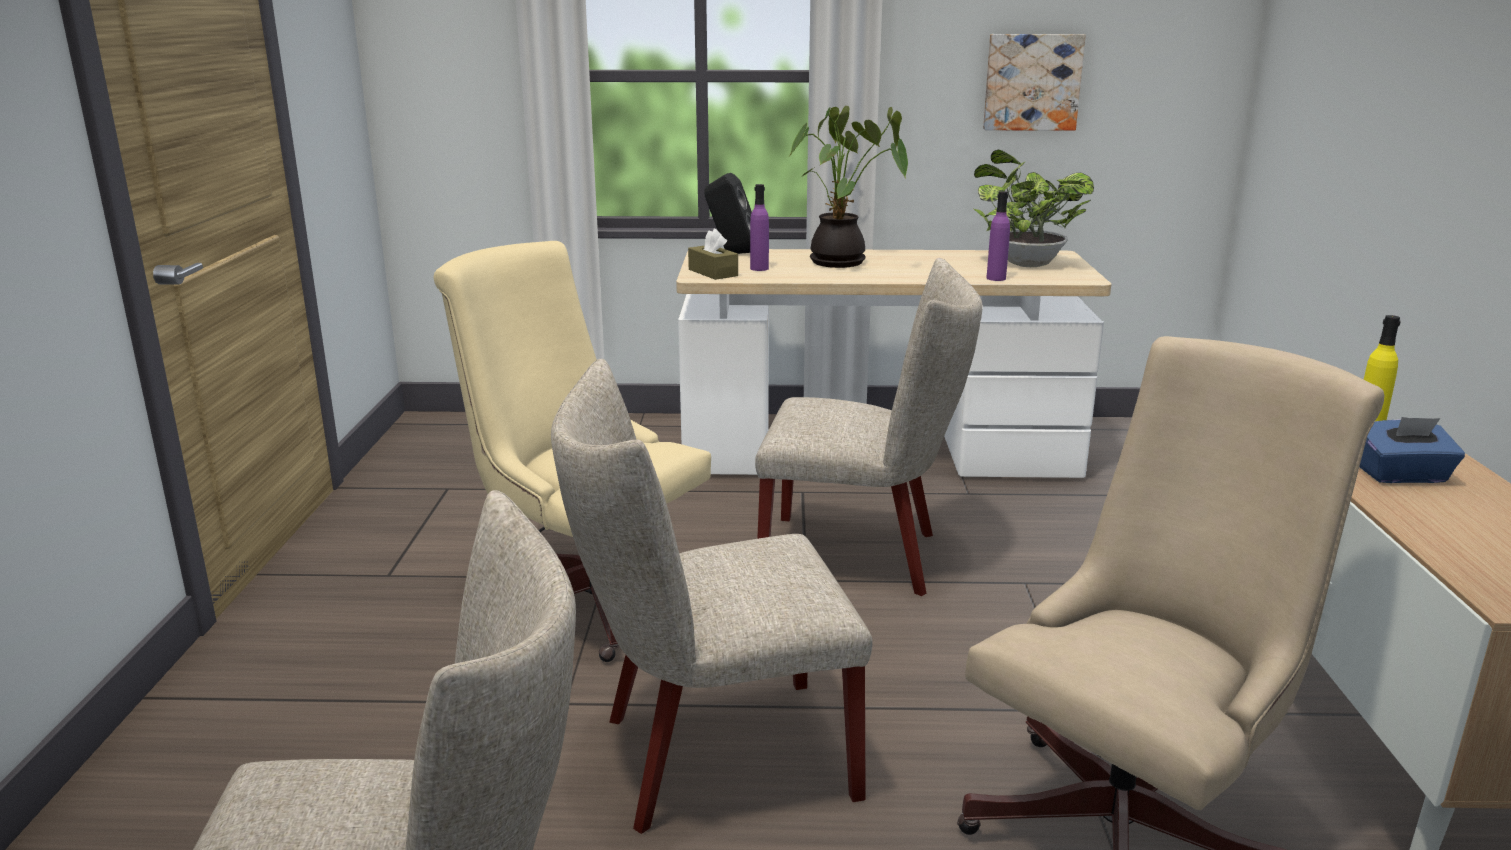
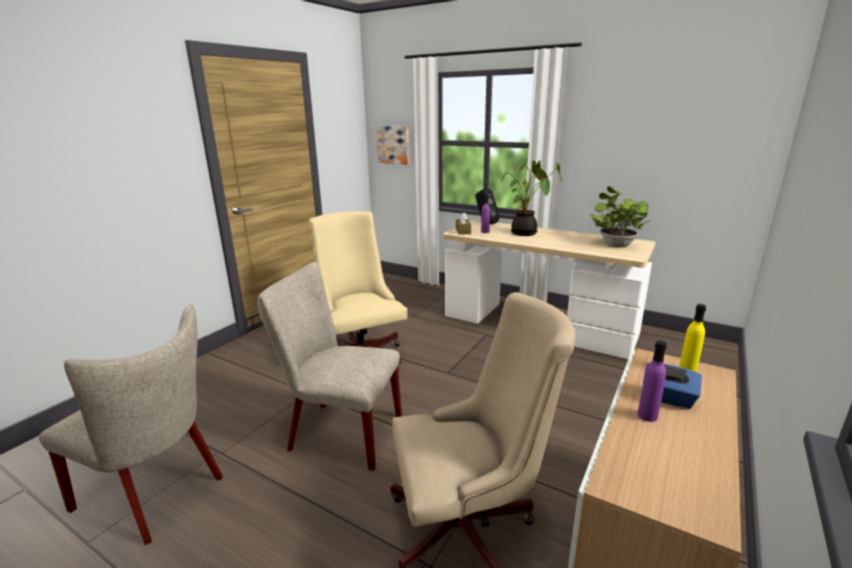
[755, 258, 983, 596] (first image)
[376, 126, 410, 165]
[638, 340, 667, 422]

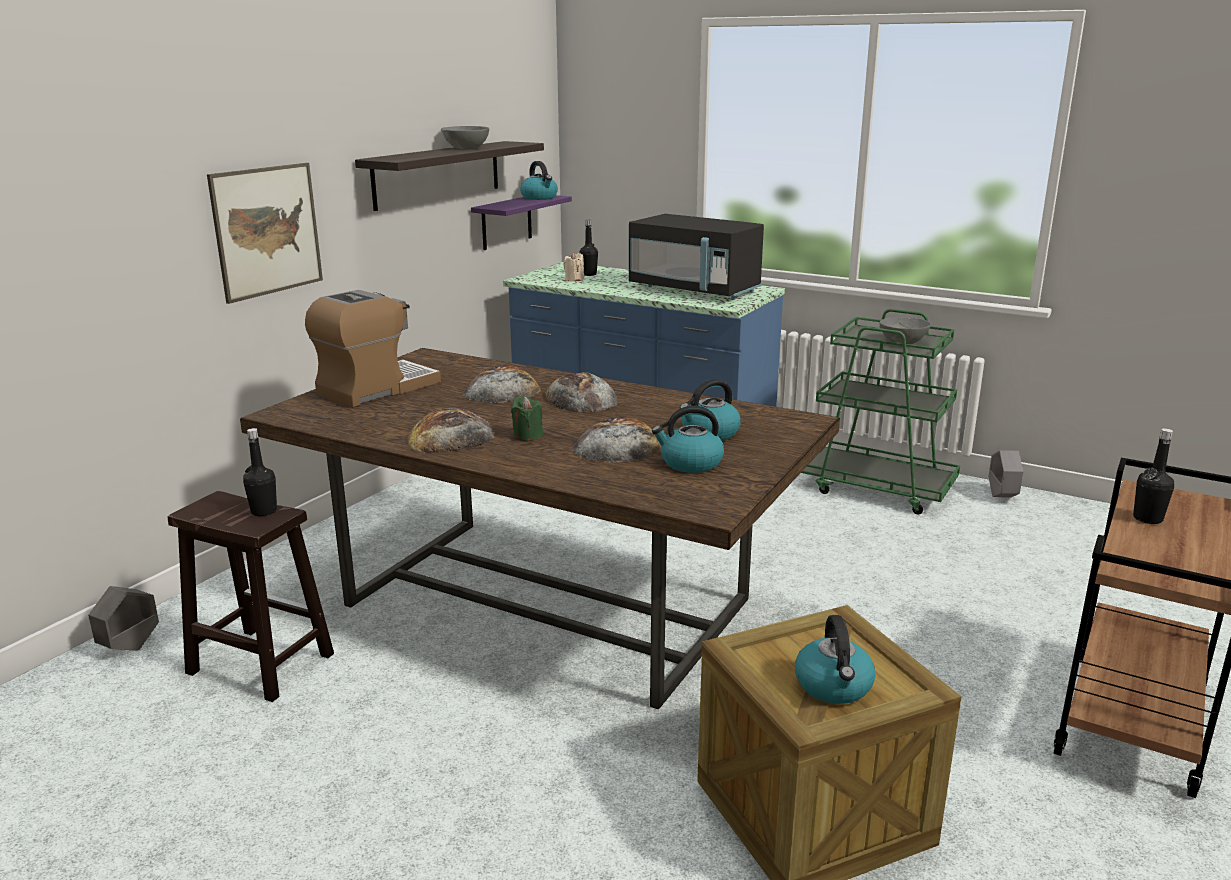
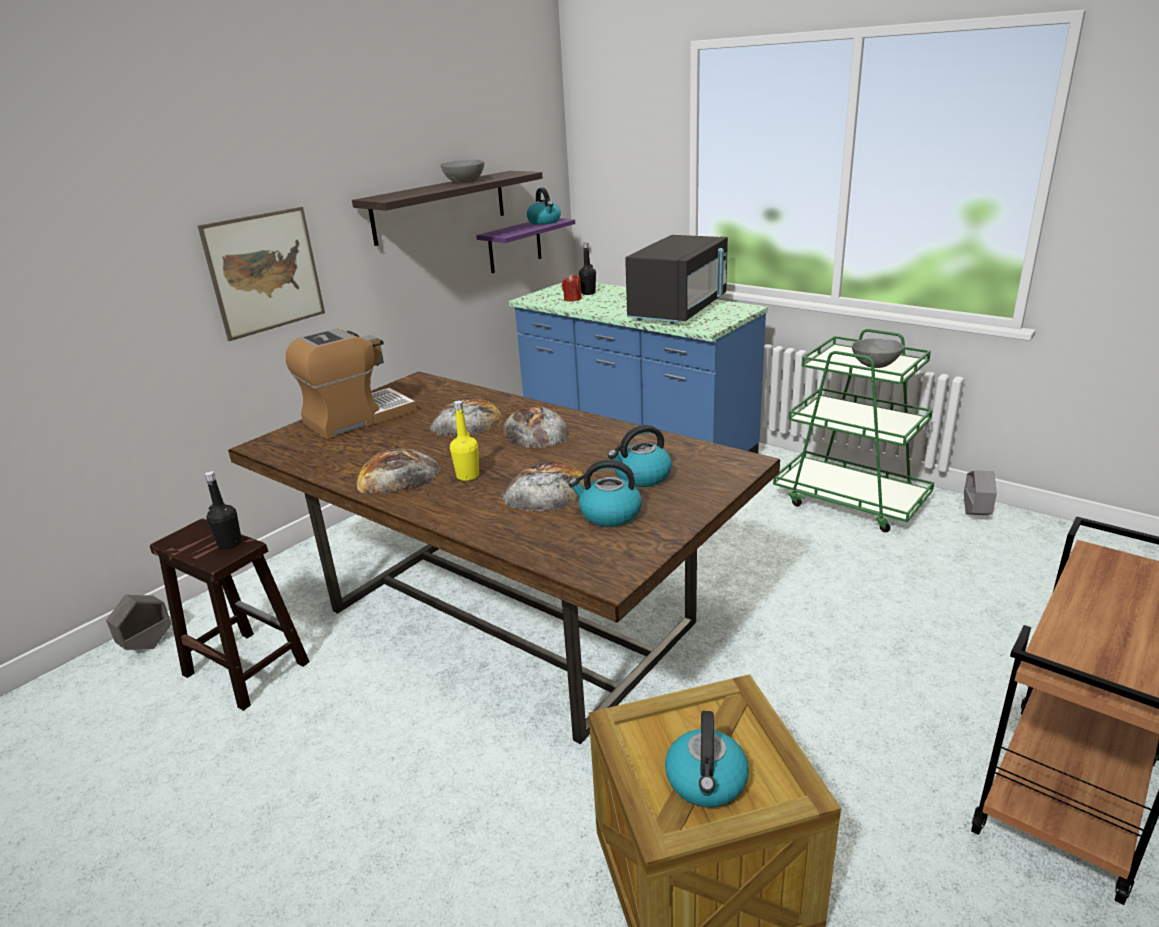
[1133, 428, 1174, 524] (first image)
[450, 401, 479, 481]
[562, 274, 582, 302]
[625, 235, 728, 324]

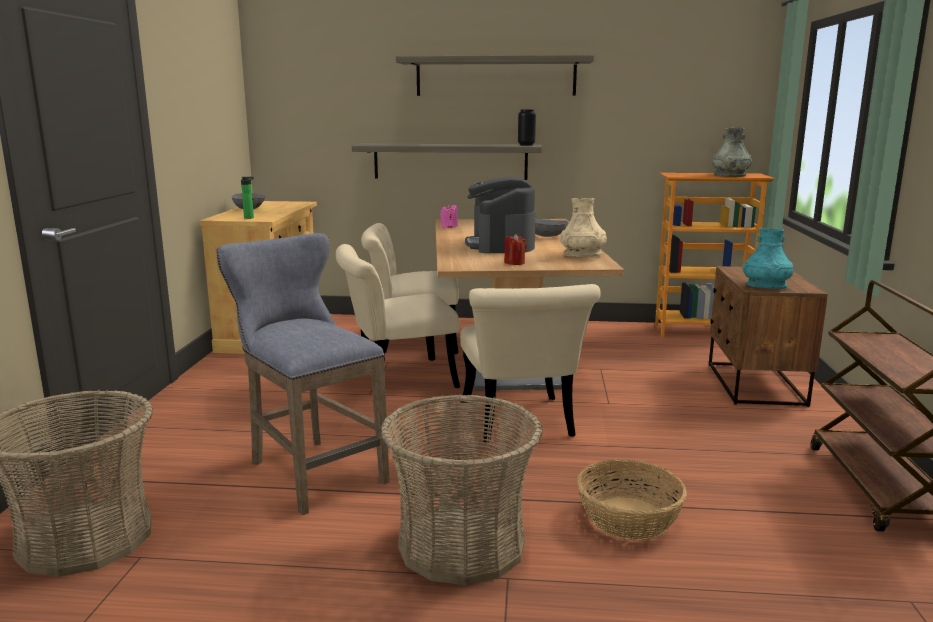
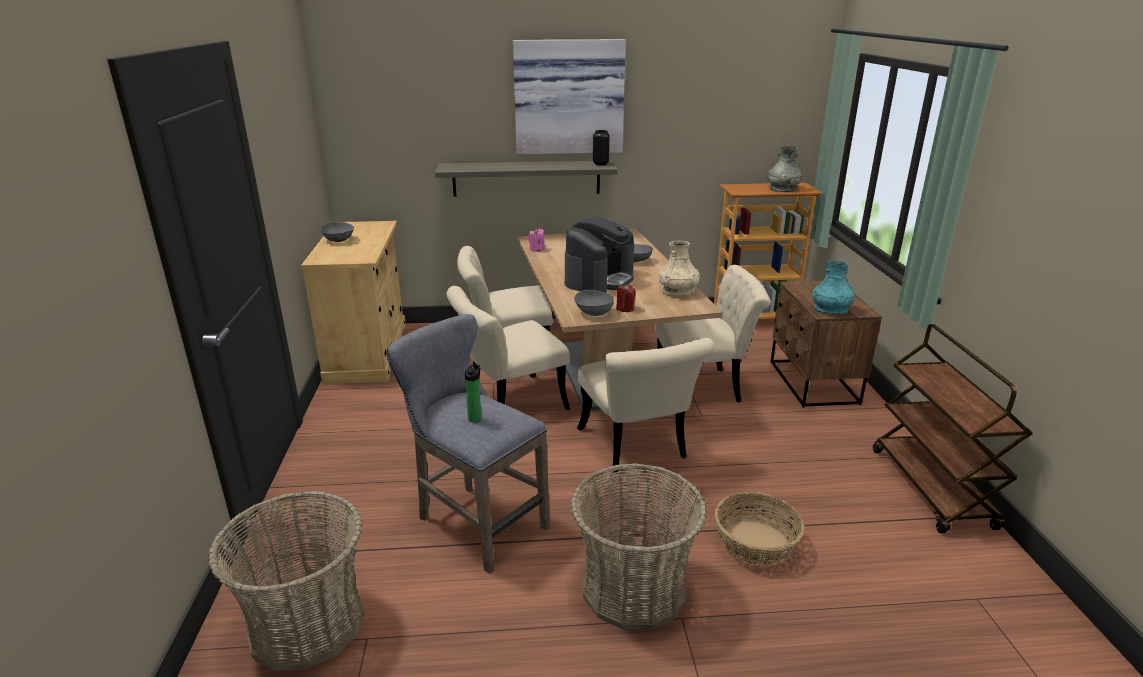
[574, 290, 614, 316]
[655, 265, 771, 402]
[465, 364, 481, 422]
[513, 39, 626, 154]
[565, 217, 634, 292]

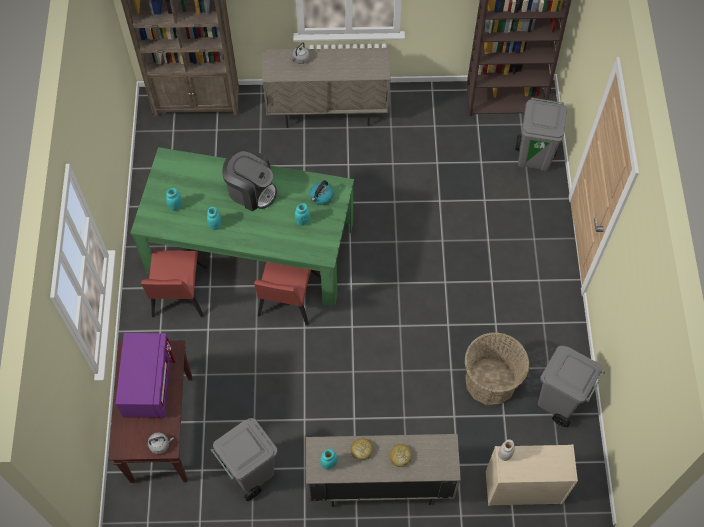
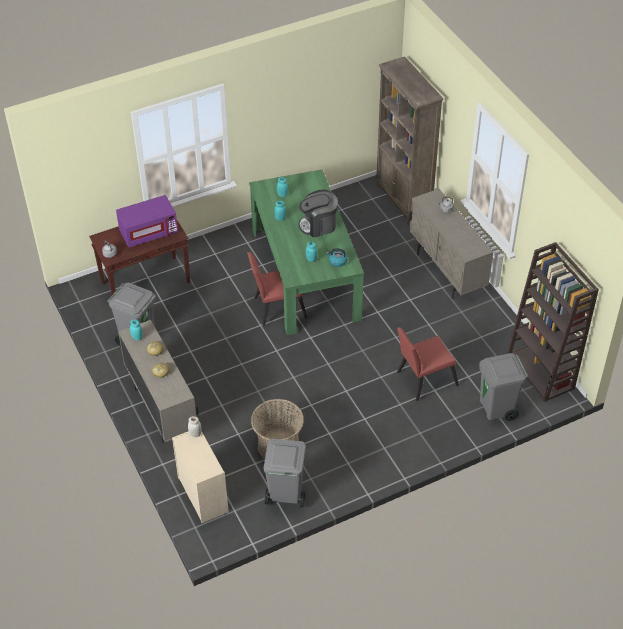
[397, 327, 459, 401]
[299, 190, 338, 237]

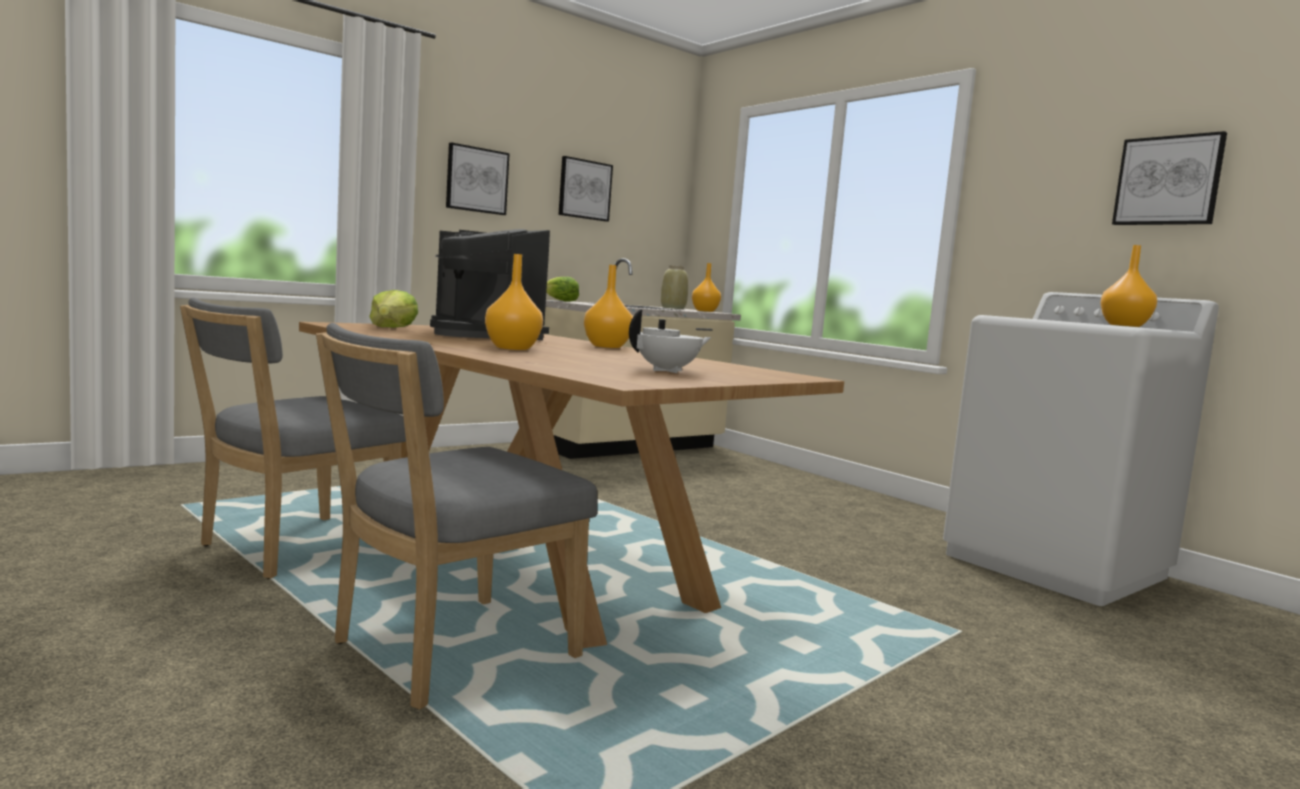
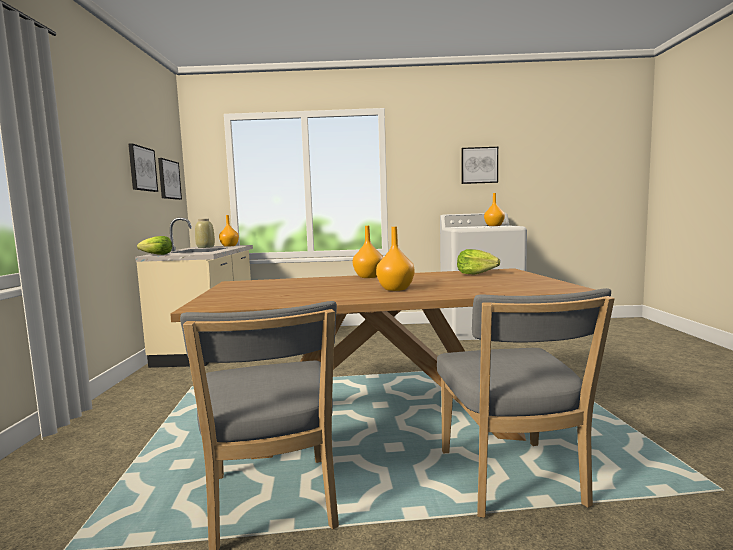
[430, 229, 550, 340] (first image)
[629, 309, 712, 373] (first image)
[457, 249, 500, 275]
[158, 158, 182, 200]

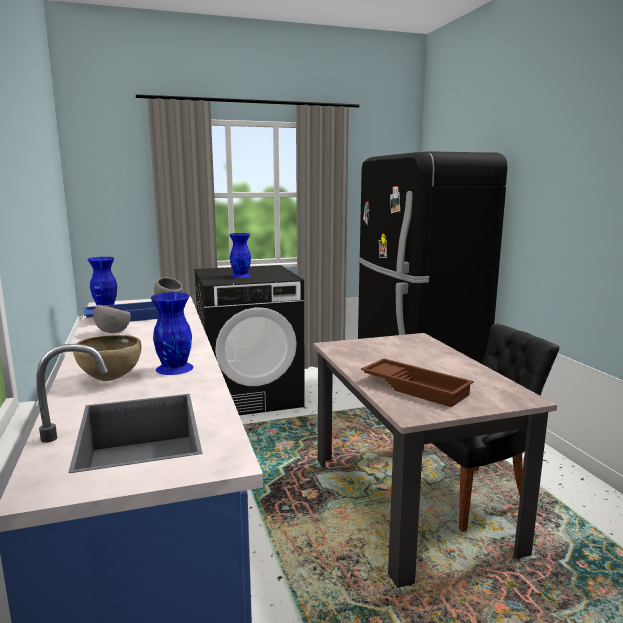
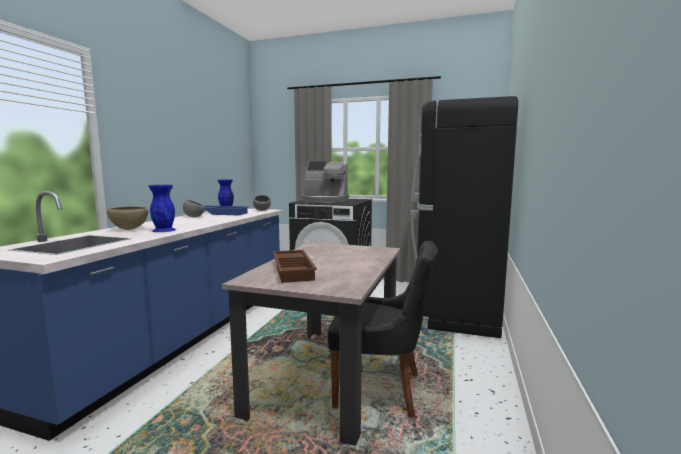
[302, 161, 349, 203]

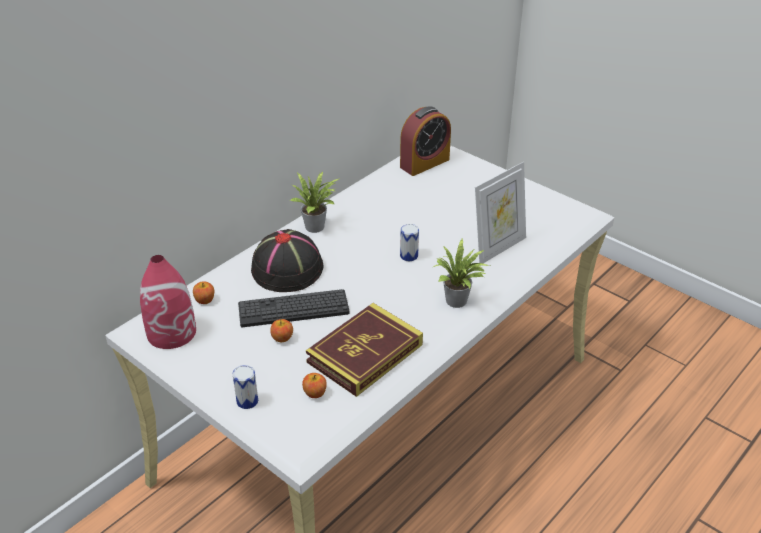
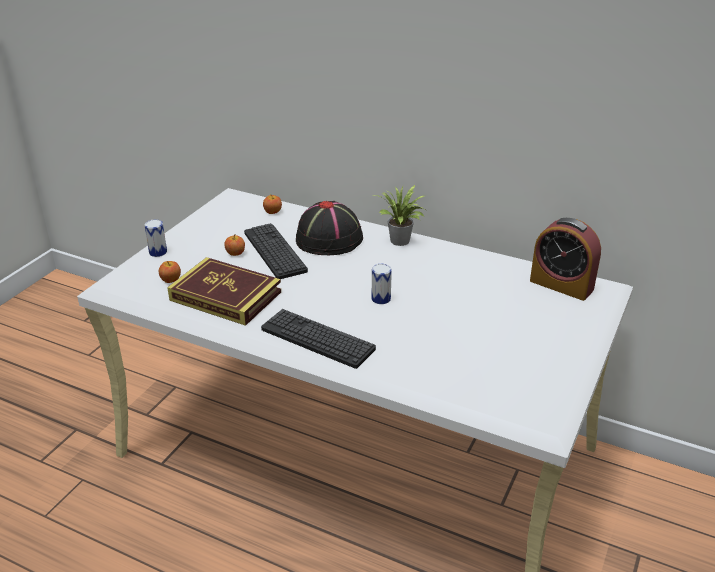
[140, 255, 196, 349] (first image)
[475, 162, 526, 263] (first image)
[261, 309, 376, 369]

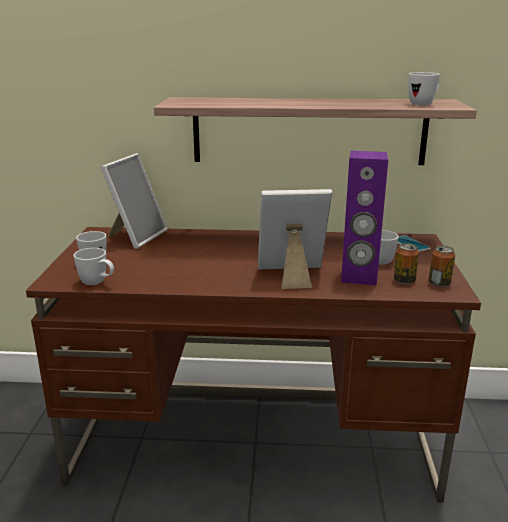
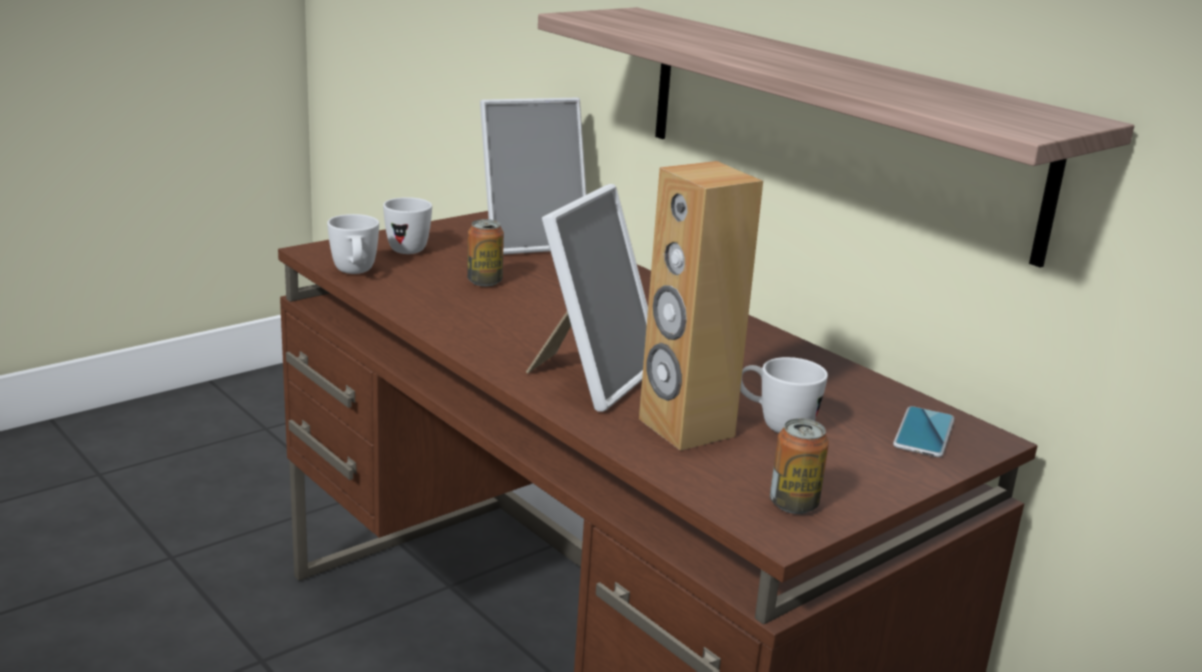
[408, 72, 440, 105] (first image)
[467, 219, 504, 286]
[639, 161, 763, 451]
[526, 184, 648, 412]

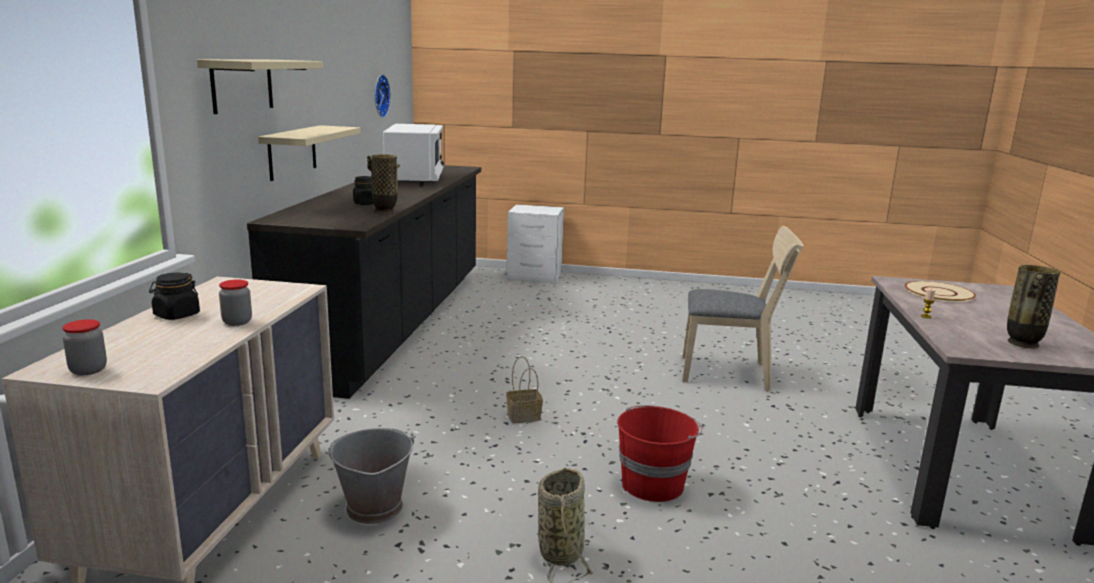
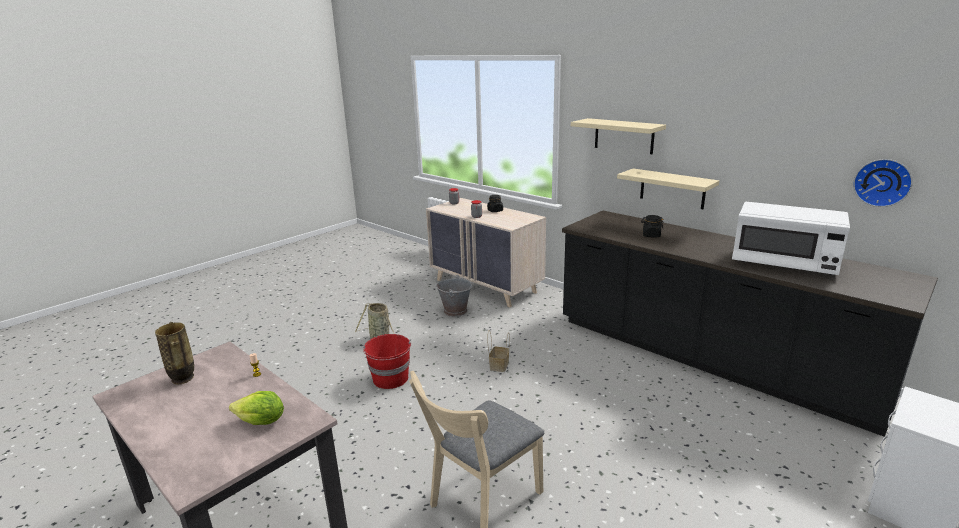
[367, 154, 400, 213] (first image)
[229, 391, 284, 425]

